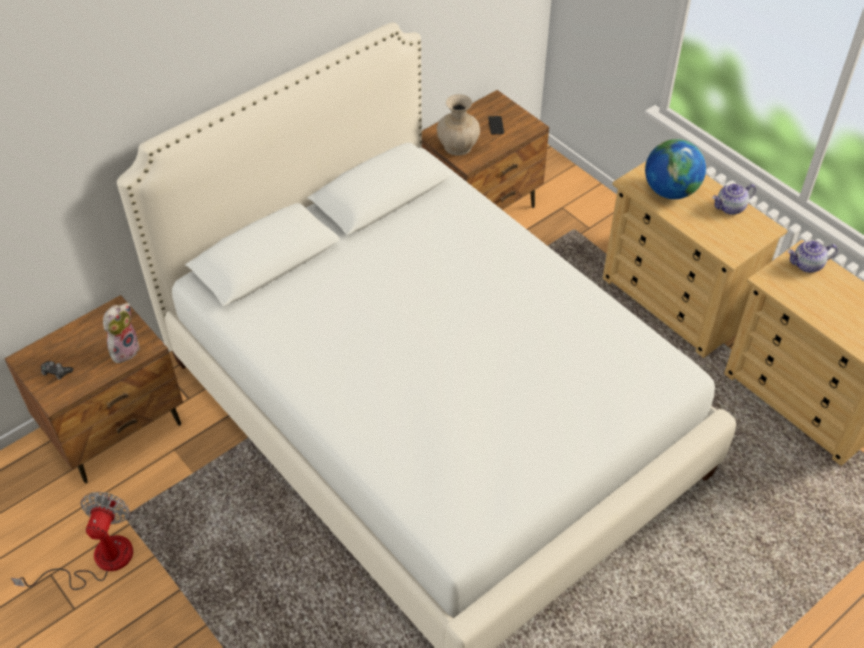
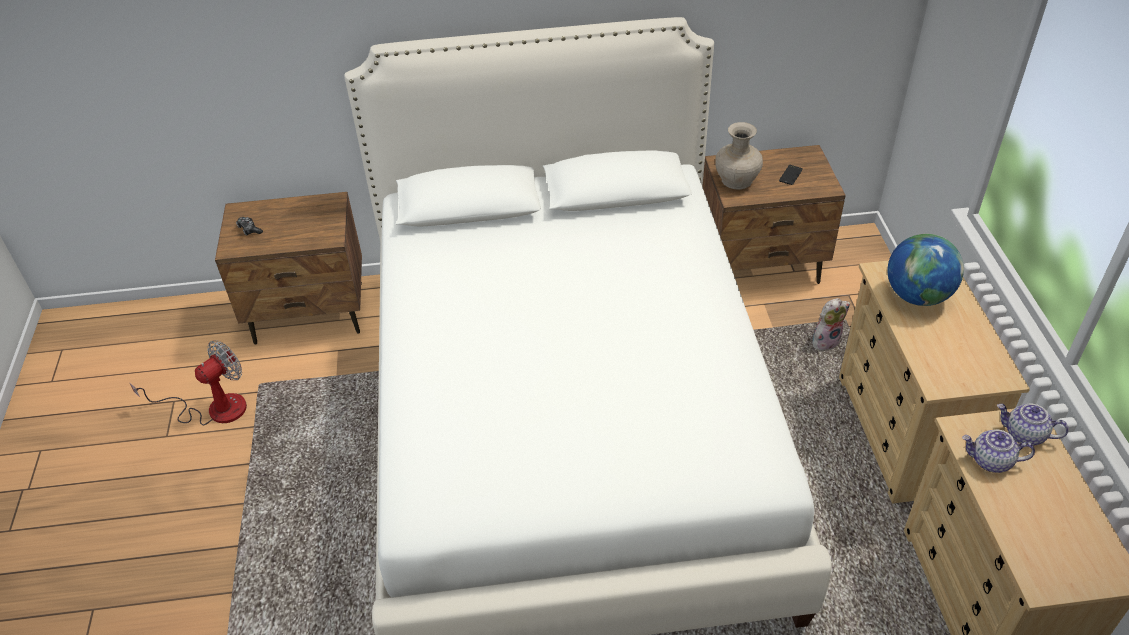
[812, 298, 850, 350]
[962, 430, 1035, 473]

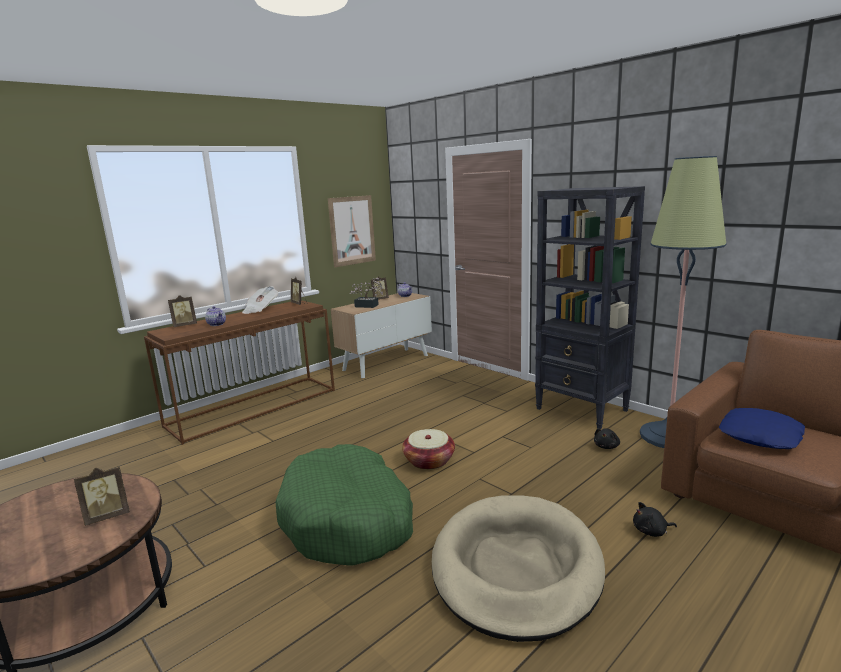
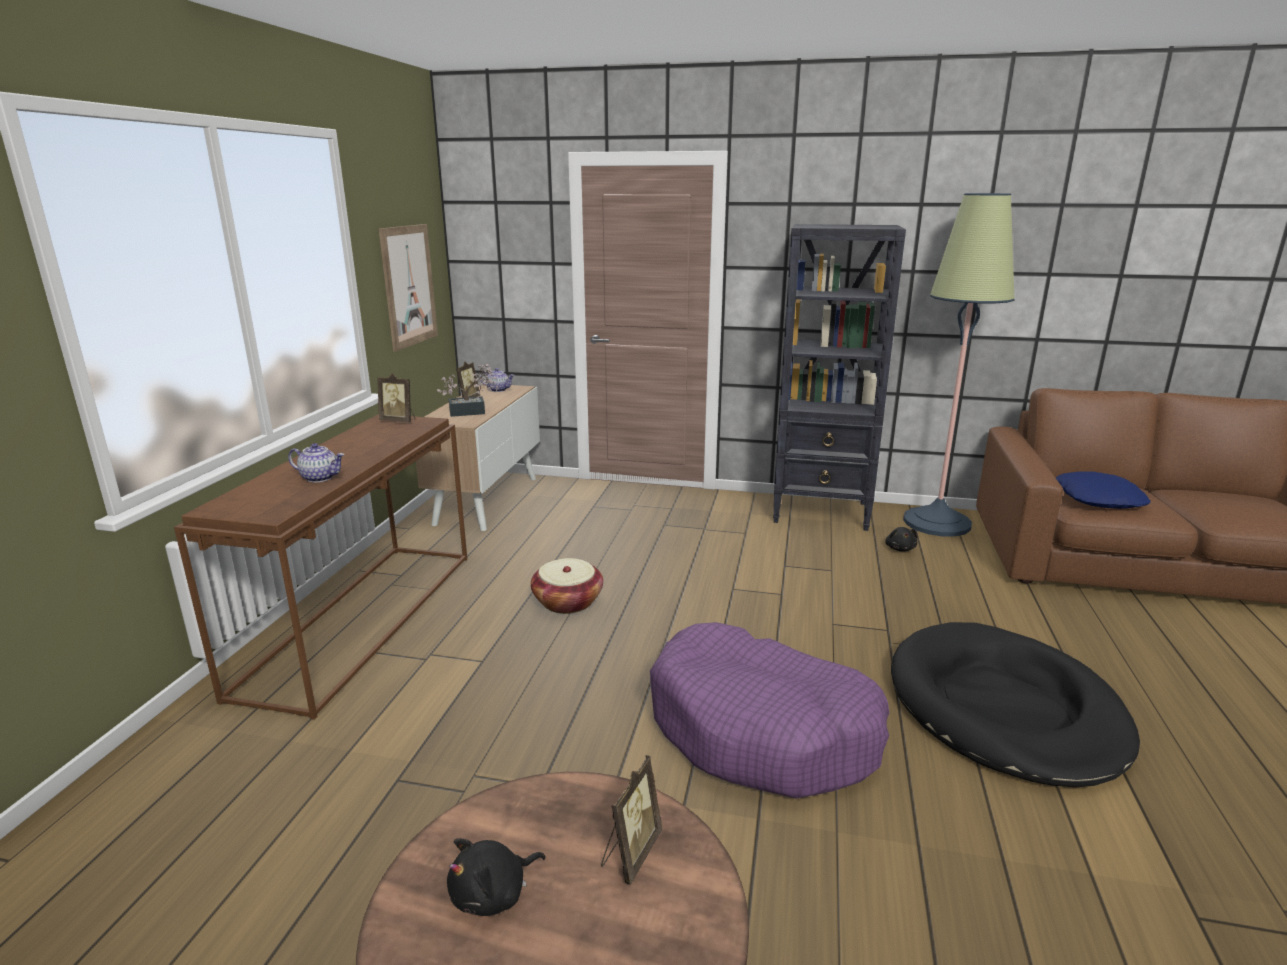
[168, 295, 197, 327] (first image)
[242, 286, 278, 314] (first image)
[531, 558, 603, 614]
[447, 838, 545, 916]
[650, 622, 889, 799]
[891, 622, 1140, 787]

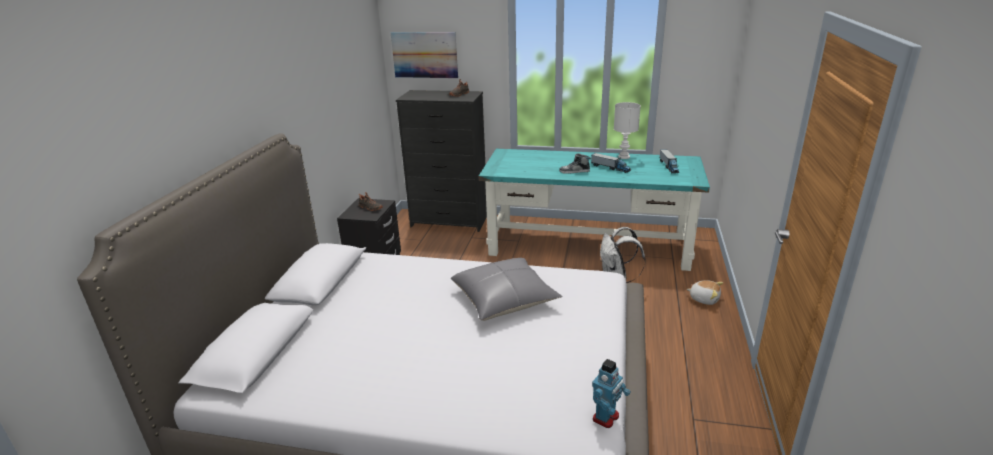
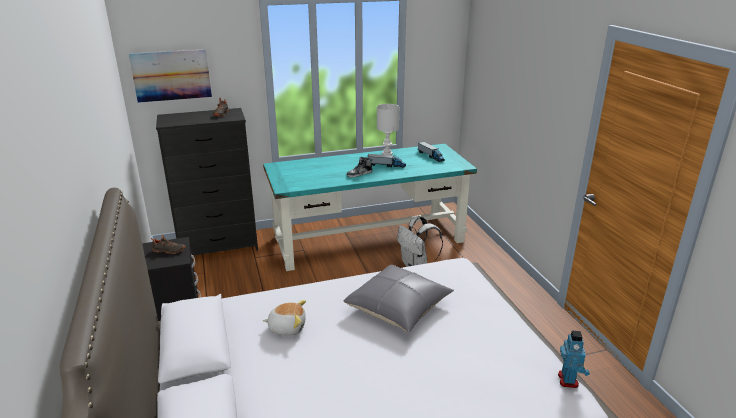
[263, 300, 306, 335]

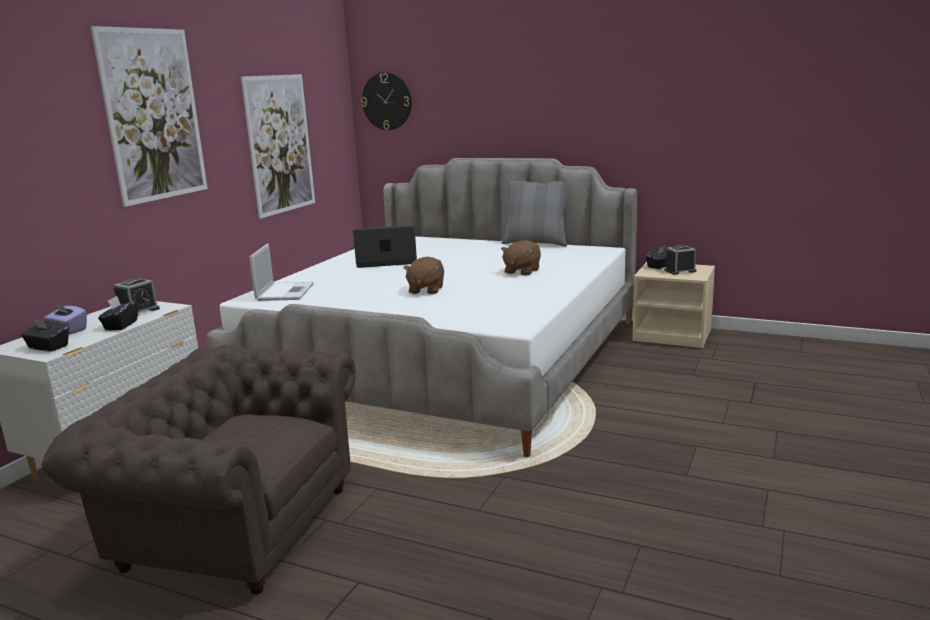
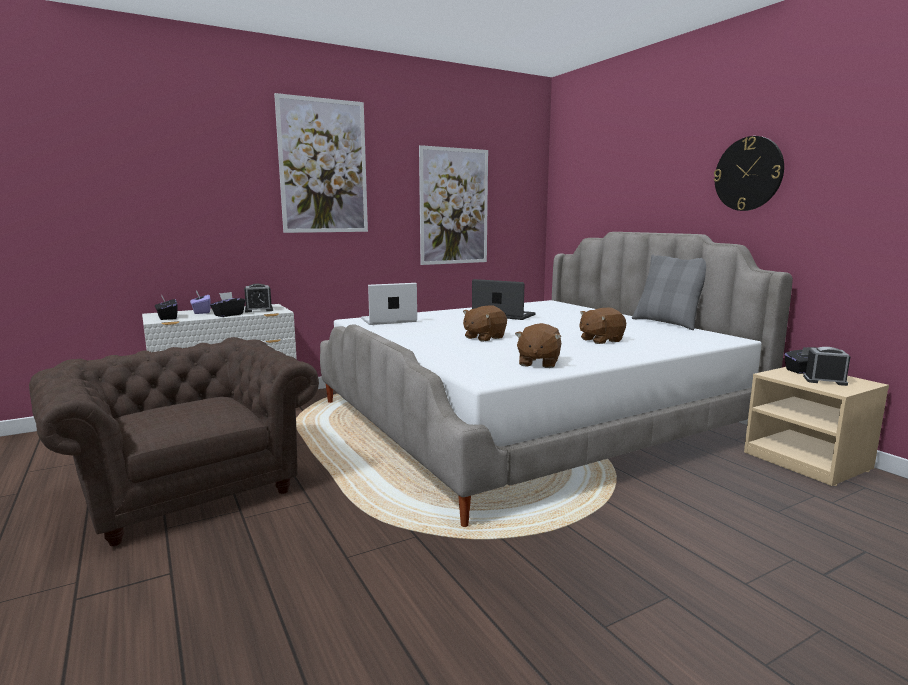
[515, 323, 561, 368]
[714, 136, 784, 211]
[361, 283, 417, 325]

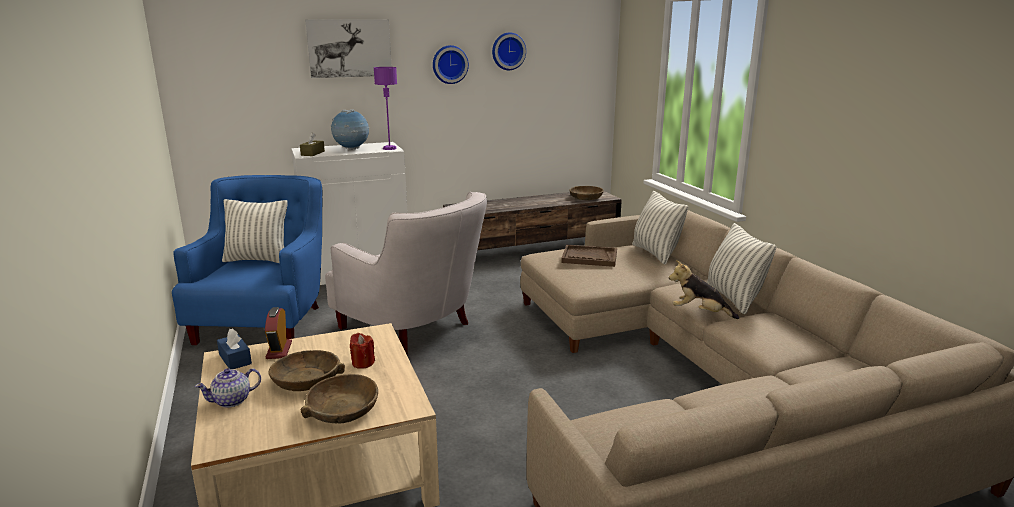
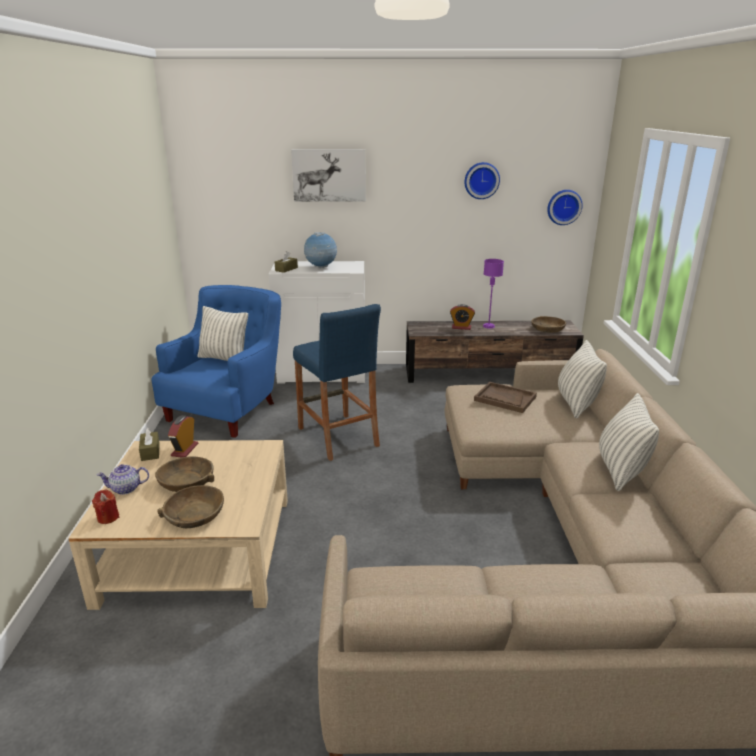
[669, 260, 739, 319] (first image)
[450, 304, 475, 330]
[92, 490, 119, 524]
[483, 259, 504, 329]
[547, 190, 583, 225]
[293, 304, 381, 461]
[139, 428, 160, 461]

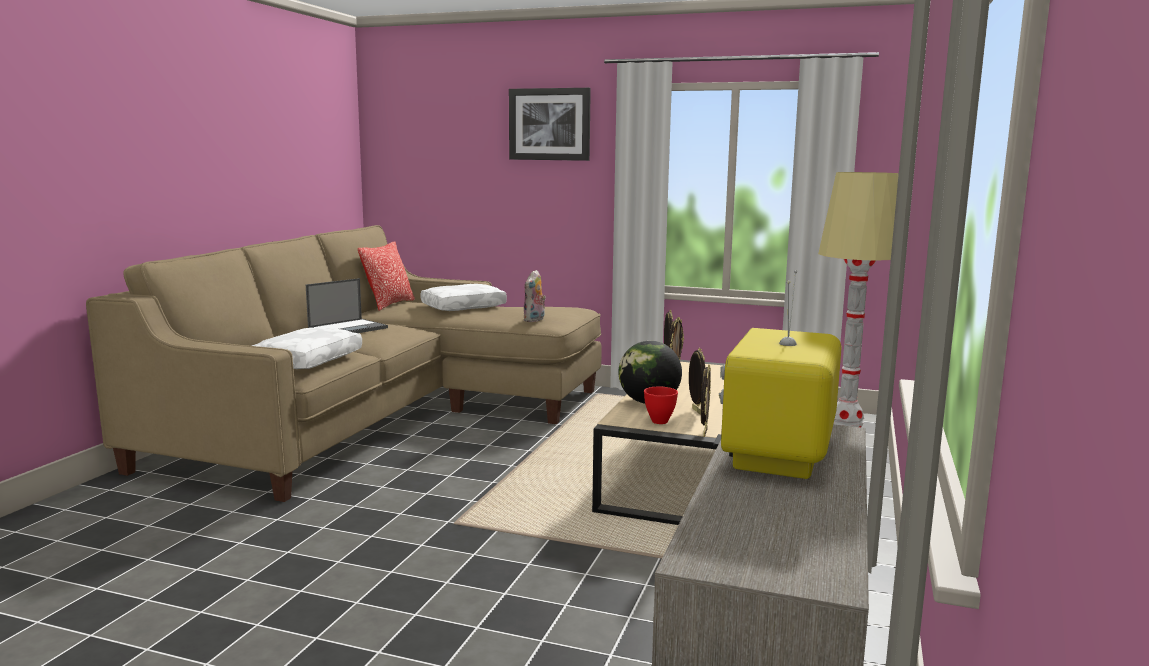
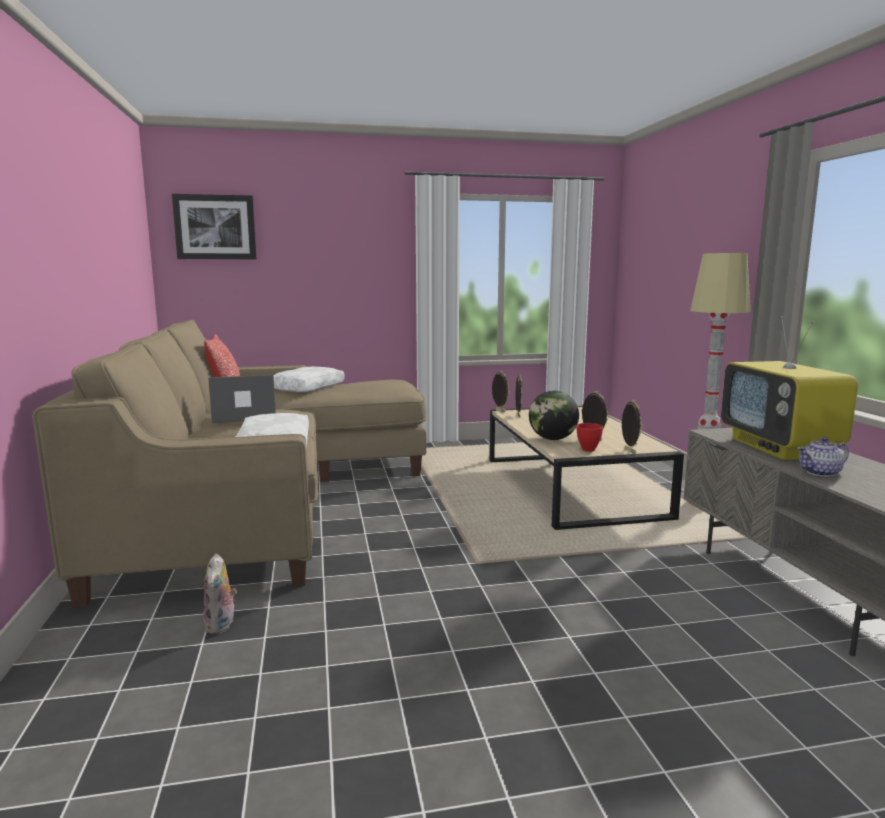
[797, 437, 849, 477]
[172, 194, 257, 260]
[203, 553, 237, 634]
[208, 375, 276, 423]

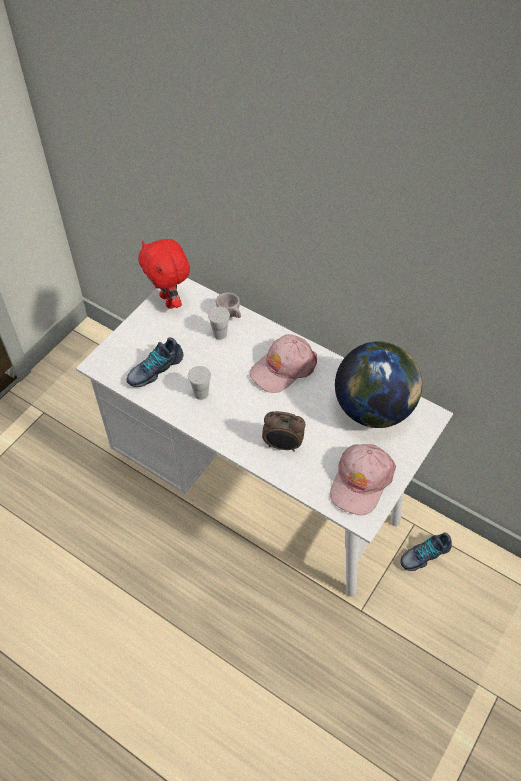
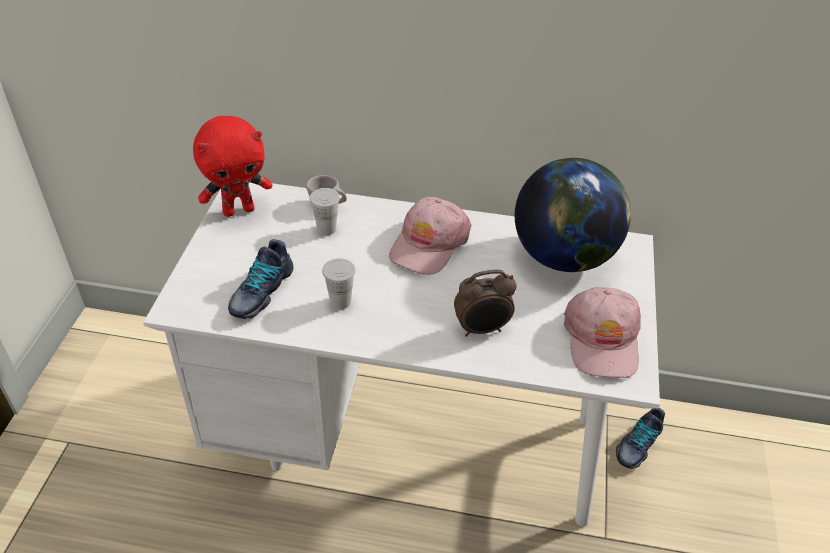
[193, 116, 272, 217]

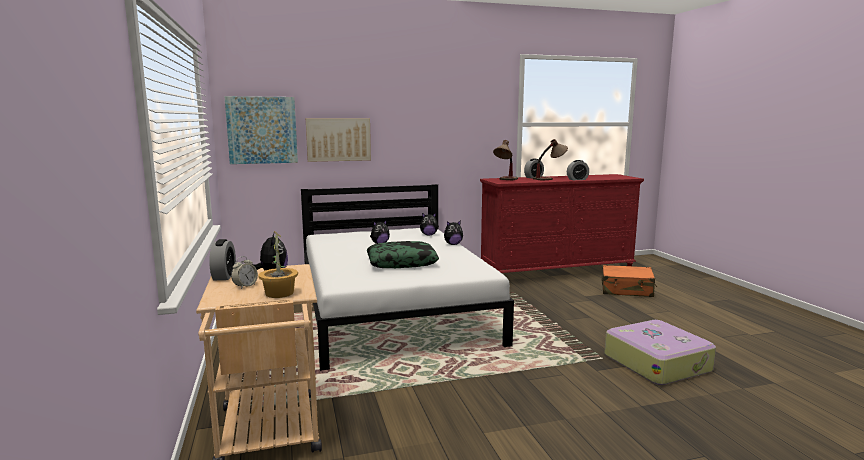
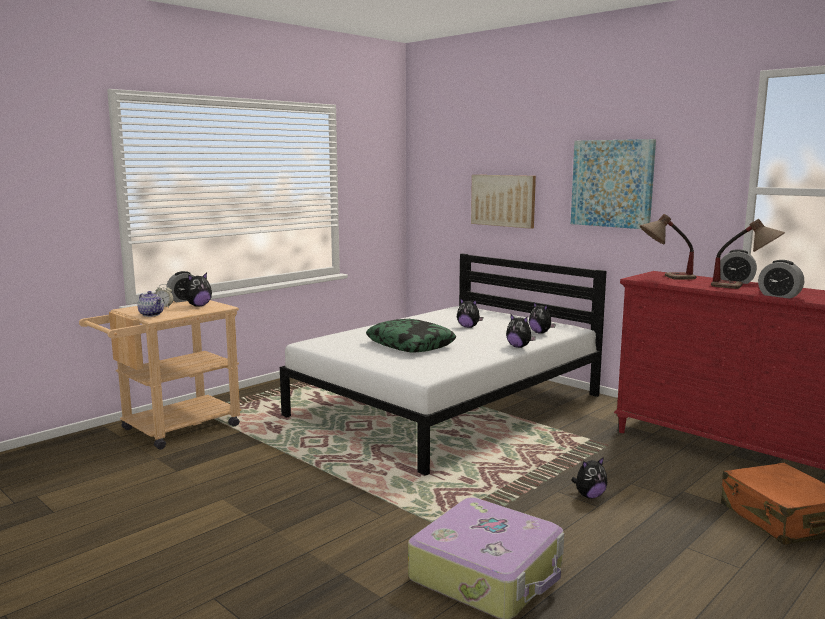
[571, 457, 607, 499]
[571, 139, 656, 229]
[137, 291, 164, 317]

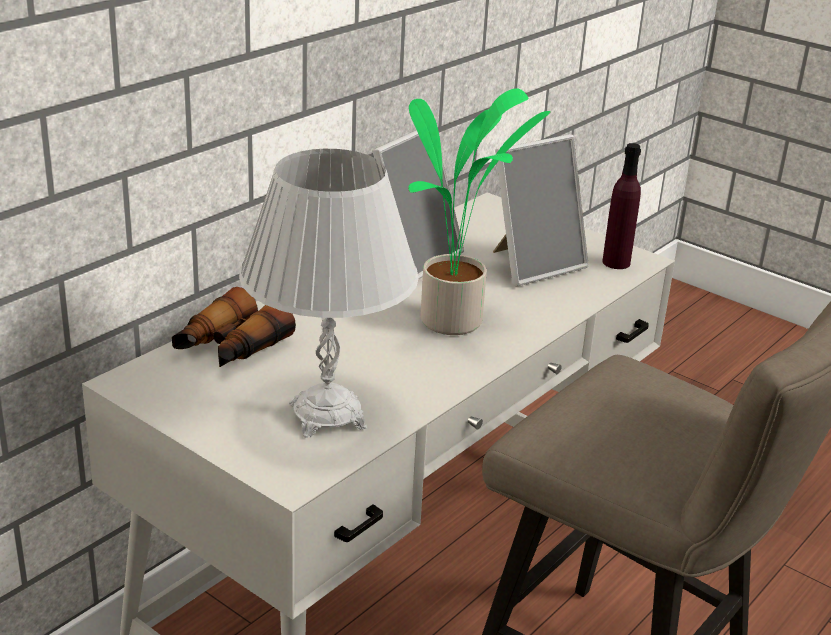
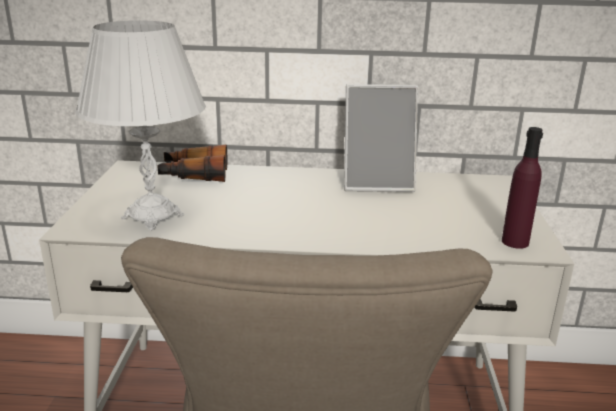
[408, 89, 551, 335] (first image)
[493, 134, 589, 287] (first image)

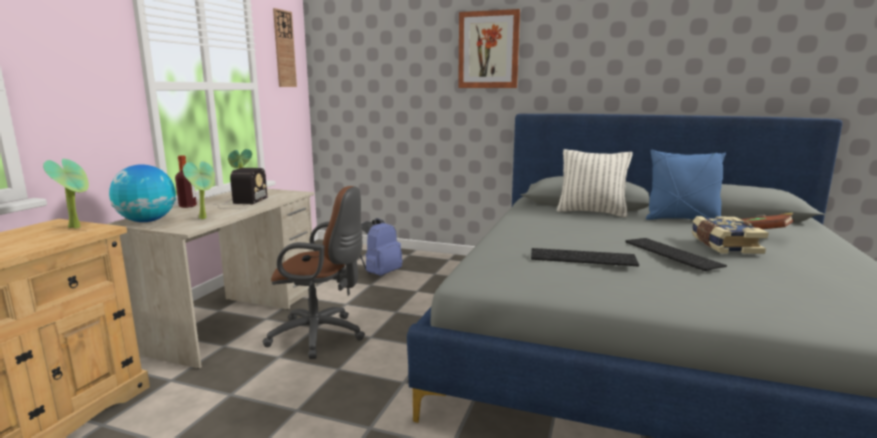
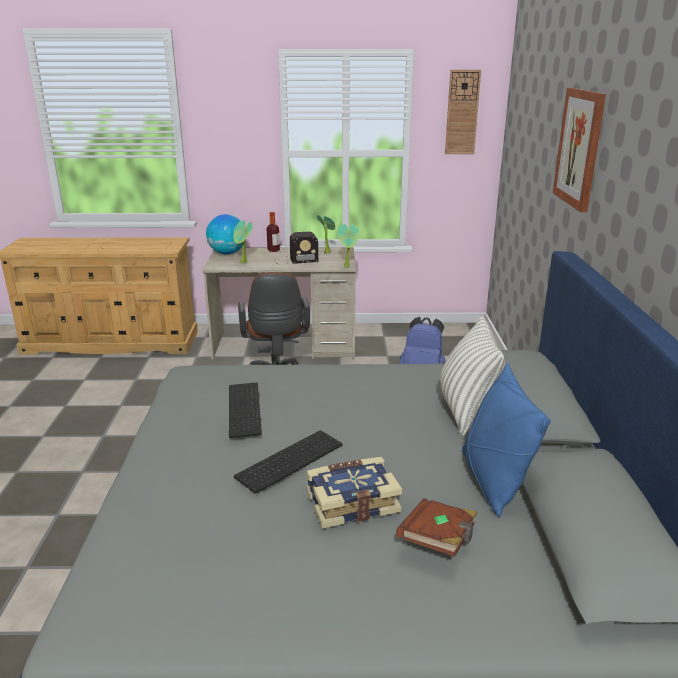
[338, 224, 359, 268]

